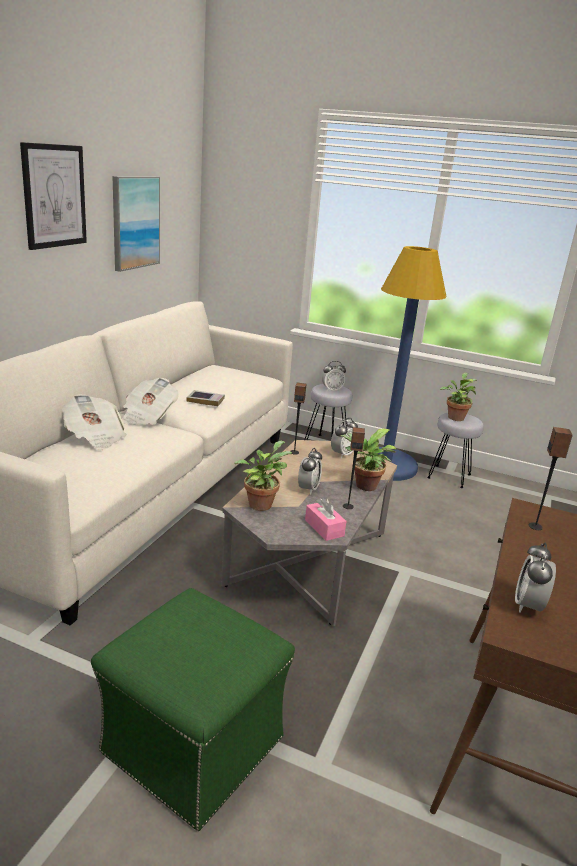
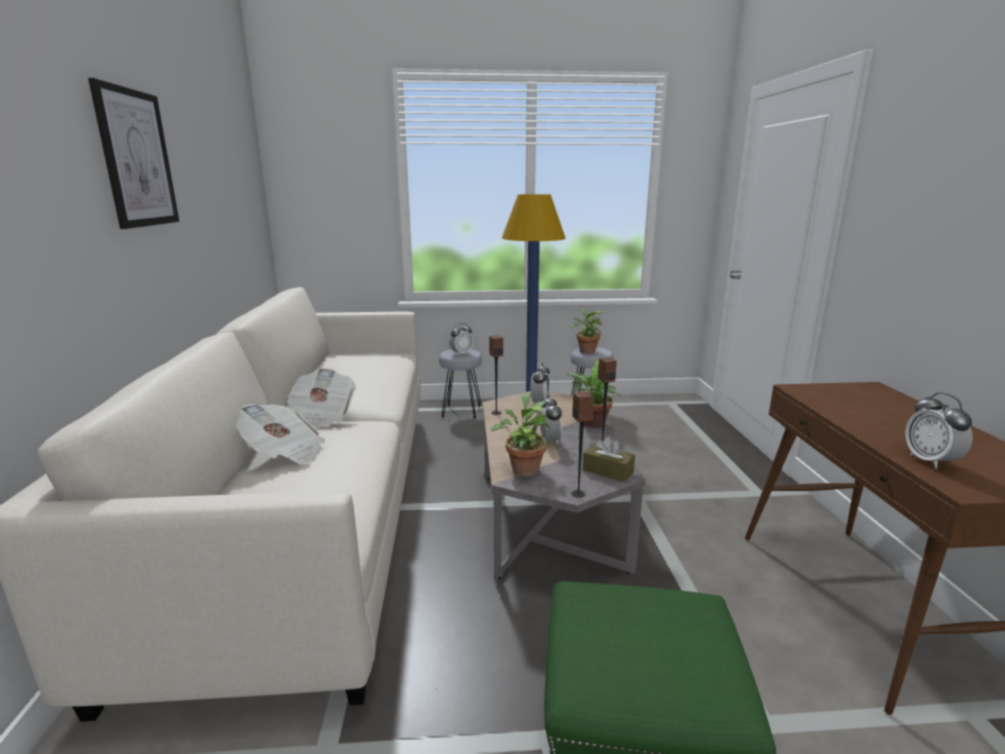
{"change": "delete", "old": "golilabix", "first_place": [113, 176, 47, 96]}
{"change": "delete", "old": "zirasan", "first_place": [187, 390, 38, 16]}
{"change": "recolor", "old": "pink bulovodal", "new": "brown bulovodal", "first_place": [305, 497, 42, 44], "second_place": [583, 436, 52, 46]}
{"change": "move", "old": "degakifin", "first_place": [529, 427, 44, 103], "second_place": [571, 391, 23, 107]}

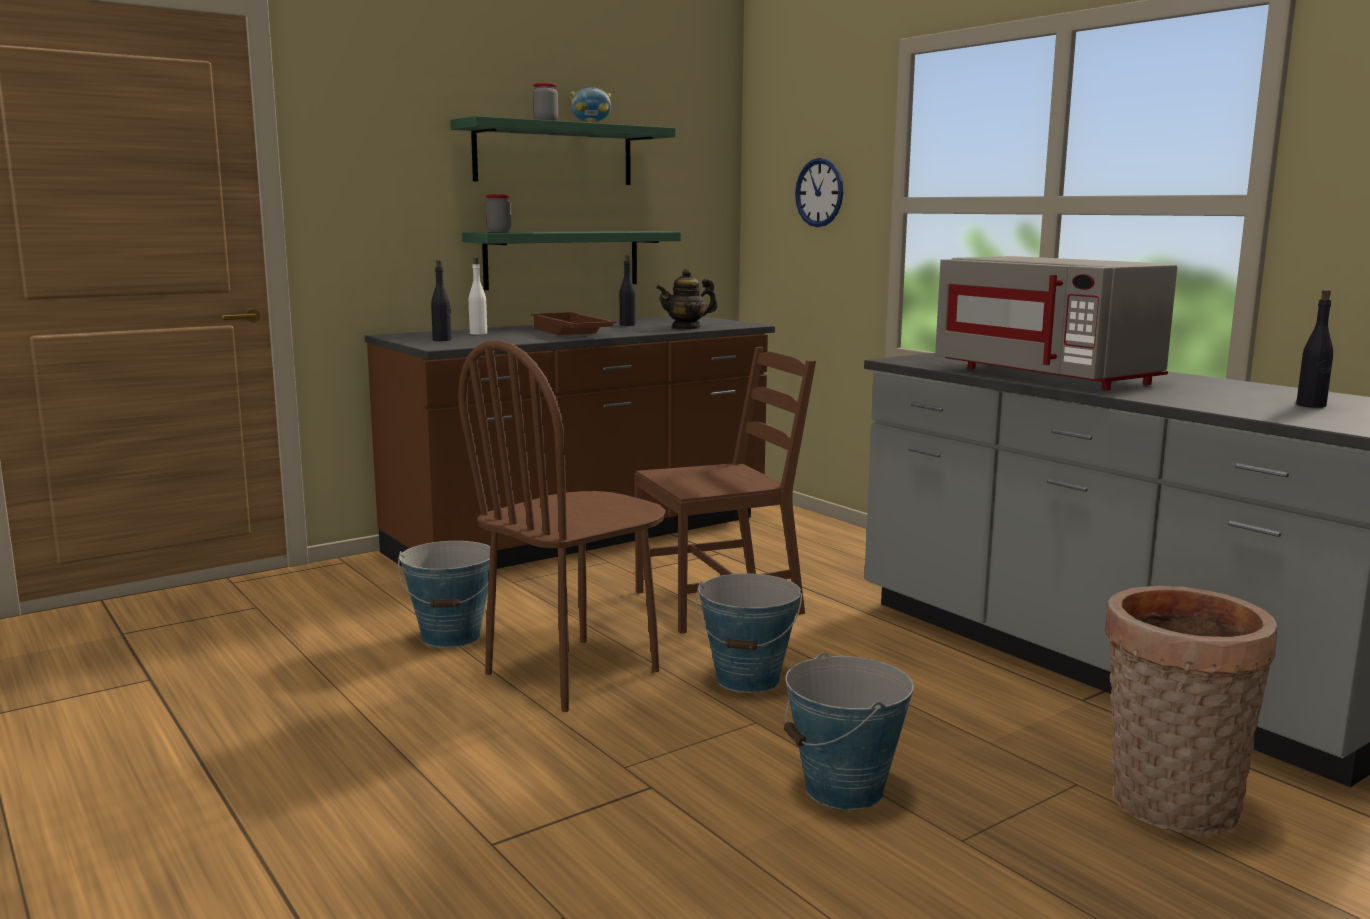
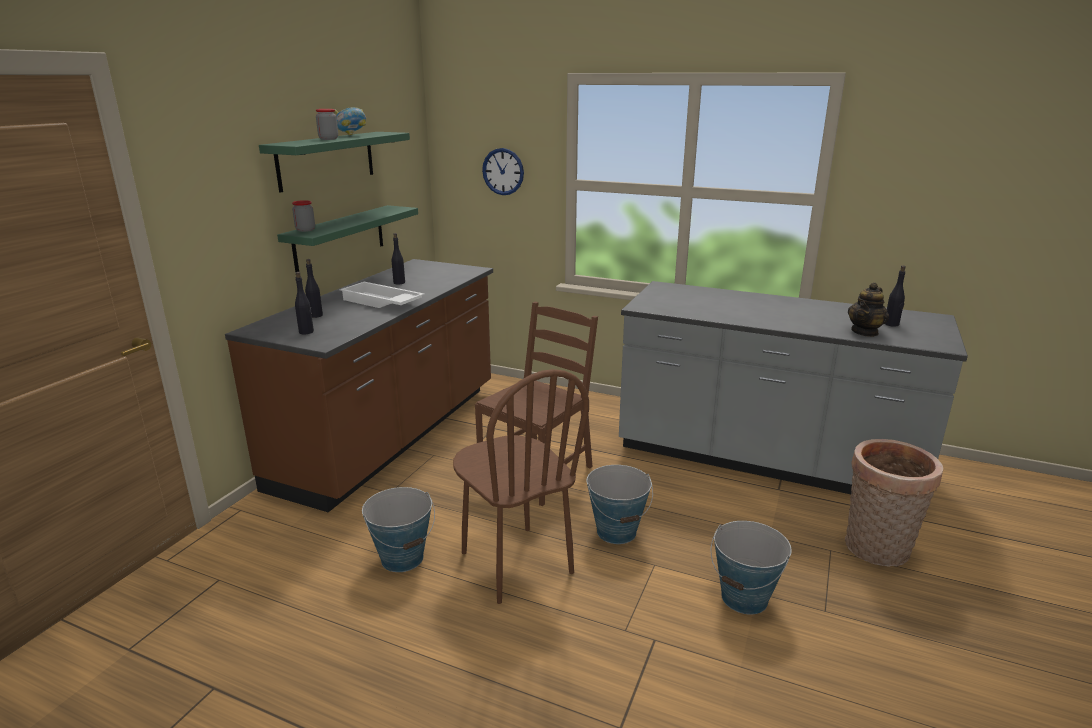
{"change": "rotate", "old": "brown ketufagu", "first_place": [458, 340, 208, 372], "second_place": [453, 369, 136, 235], "degrees": -45}
{"change": "recolor", "old": "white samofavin", "new": "black samofavin", "first_place": [469, 258, 18, 77], "second_place": [305, 259, 18, 59]}
{"change": "recolor", "old": "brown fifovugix", "new": "white fifovugix", "first_place": [531, 312, 85, 23], "second_place": [340, 282, 85, 26]}
{"change": "move", "old": "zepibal", "first_place": [656, 268, 62, 62], "second_place": [848, 282, 41, 55]}
{"change": "delete", "old": "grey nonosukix", "first_place": [935, 256, 242, 134]}

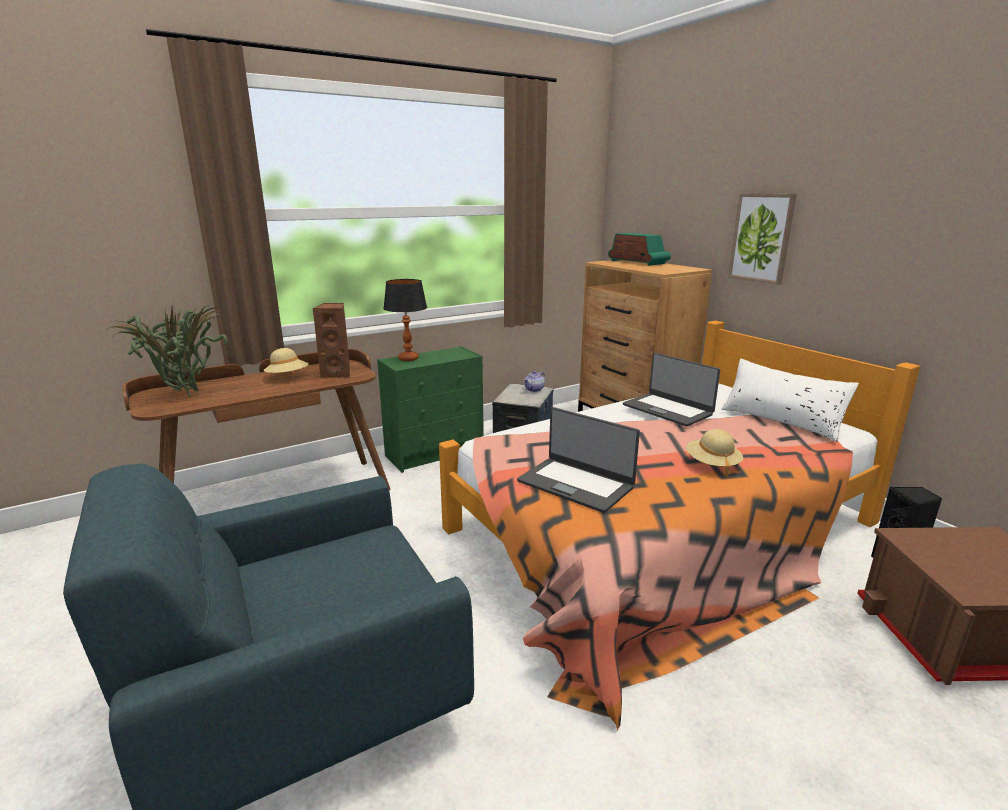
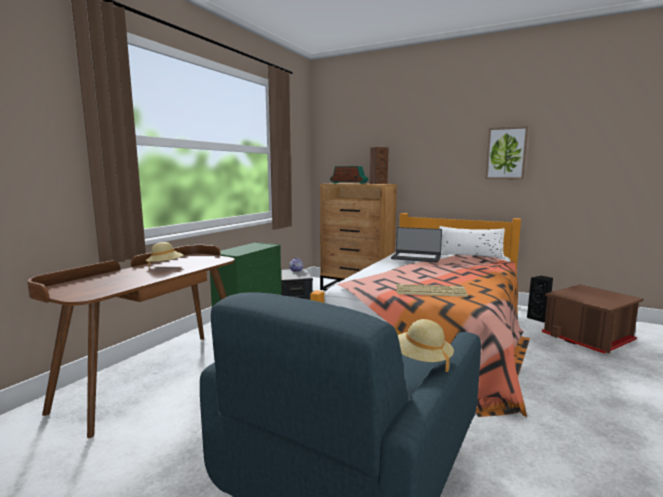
{"change": "delete", "old": "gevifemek", "first_place": [105, 305, 123, 92]}
{"change": "move", "old": "brown degakifin", "first_place": [313, 303, 37, 76], "second_place": [370, 147, 19, 37]}
{"change": "delete", "old": "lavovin", "first_place": [383, 279, 44, 82]}
{"change": "replace", "old": "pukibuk", "new": "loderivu", "first_place": [517, 407, 123, 106], "second_place": [397, 284, 71, 13]}
{"change": "move", "old": "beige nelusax", "first_place": [686, 429, 57, 48], "second_place": [398, 319, 56, 53]}
{"change": "move", "old": "golilabix", "first_place": [728, 193, 69, 92], "second_place": [485, 126, 43, 53]}

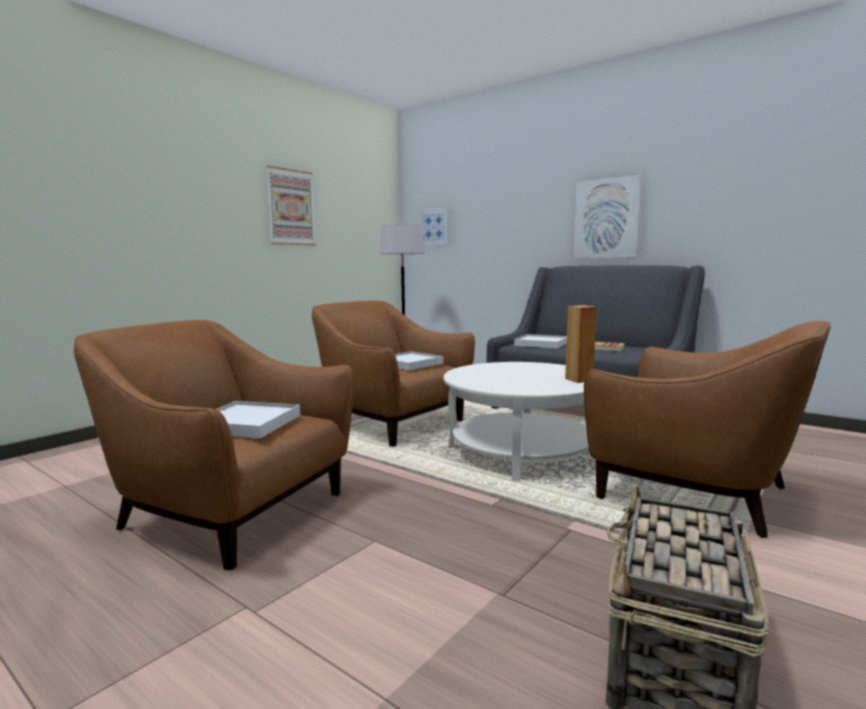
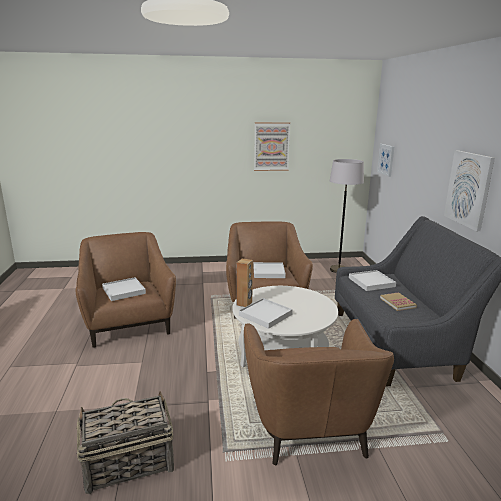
{"change": "move", "old": "brown degakifin", "first_place": [565, 305, 32, 78], "second_place": [237, 259, 16, 48]}
{"change": "insert", "new": "white fifovugix", "second_place": [239, 298, 54, 31]}

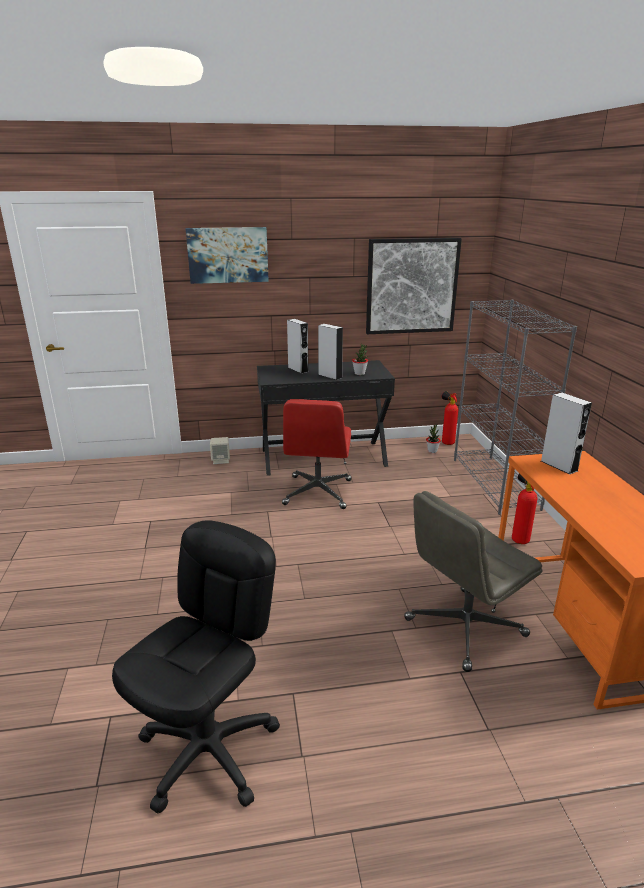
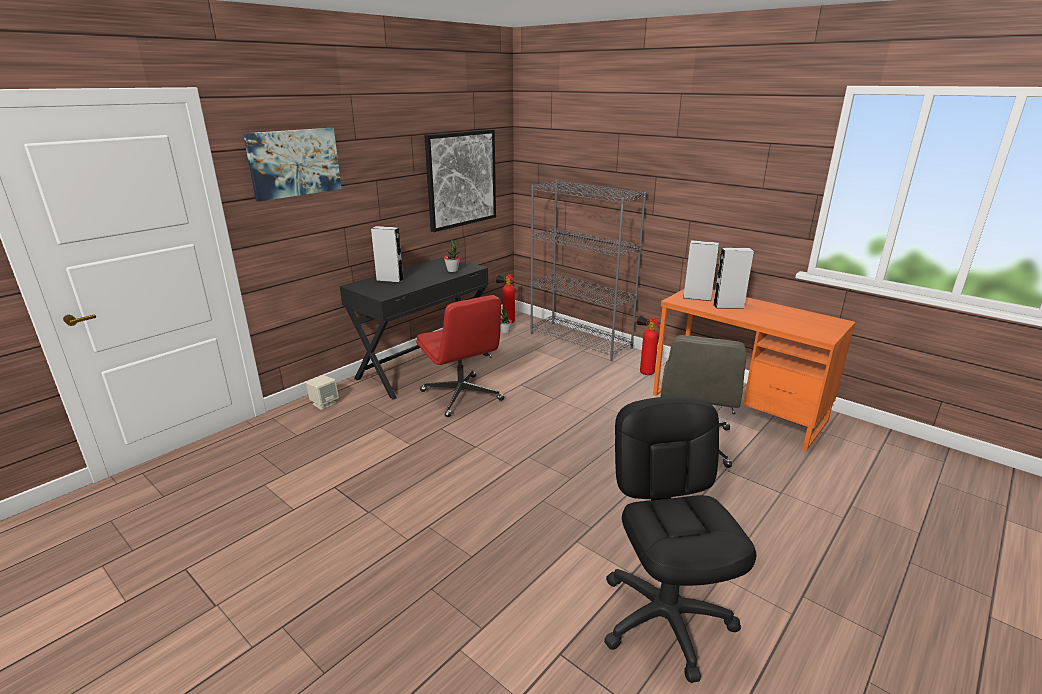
{"change": "move", "old": "grey degakifin", "first_place": [318, 324, 25, 56], "second_place": [713, 248, 41, 61]}

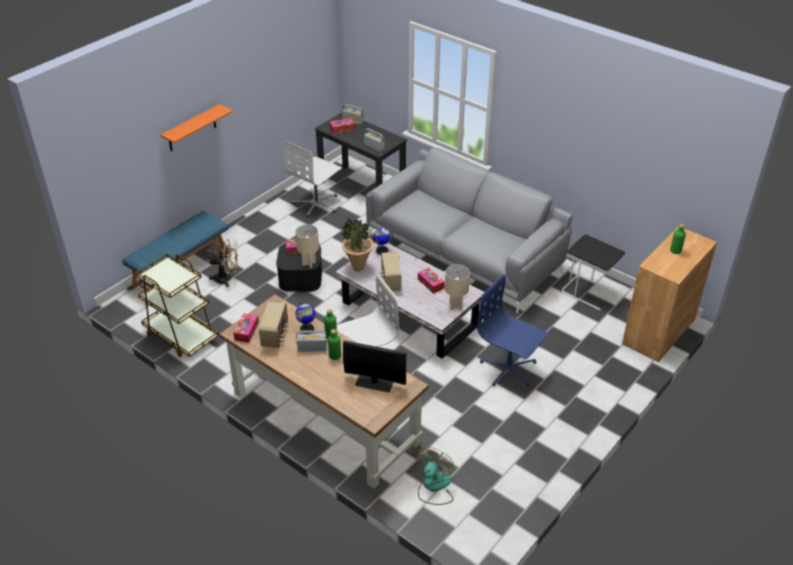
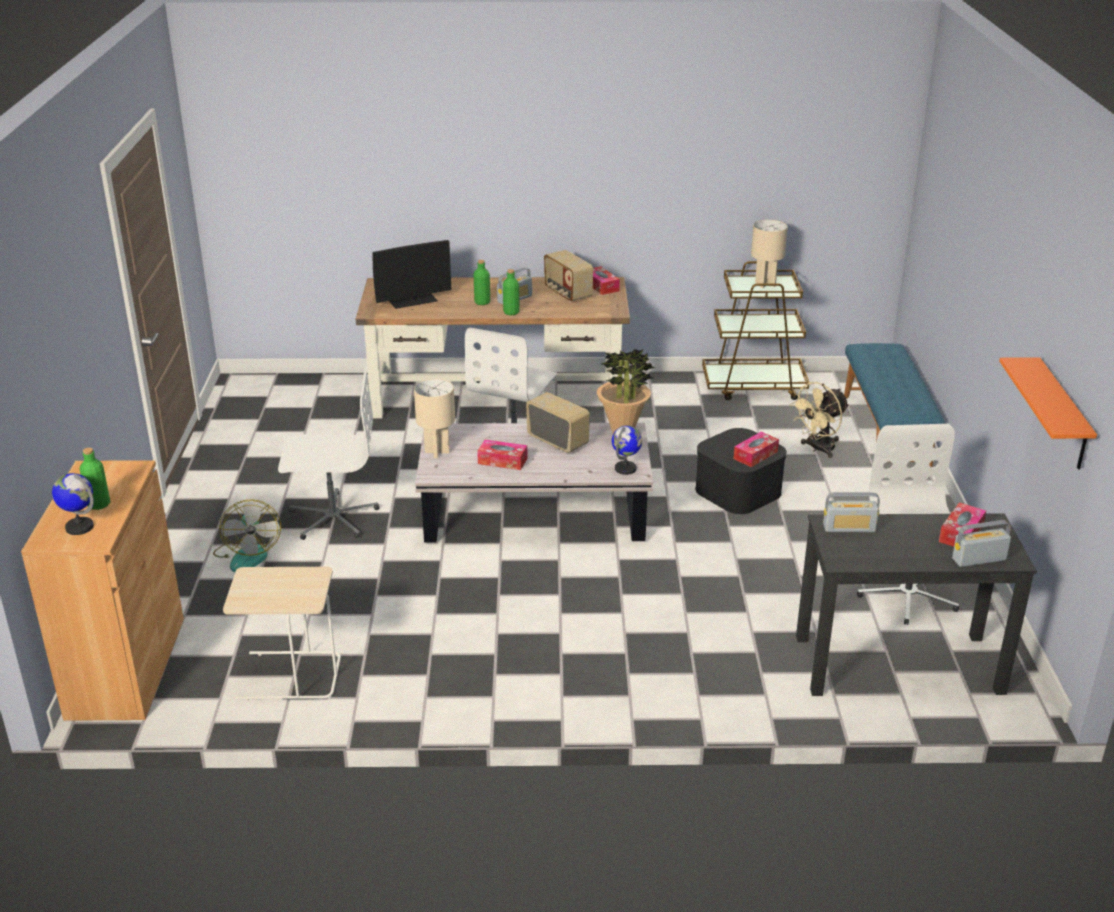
{"change": "move", "old": "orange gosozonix", "first_place": [160, 104, 73, 47], "second_place": [999, 357, 98, 112]}
{"change": "move", "old": "beige lavovin", "first_place": [295, 224, 24, 44], "second_place": [751, 220, 37, 68]}
{"change": "move", "old": "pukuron", "first_place": [295, 301, 21, 33], "second_place": [52, 473, 42, 62]}
{"change": "delete", "old": "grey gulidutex", "first_place": [366, 148, 207, 165]}
{"change": "move", "old": "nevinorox", "first_place": [417, 447, 37, 58], "second_place": [213, 499, 68, 73]}
{"change": "recolor", "old": "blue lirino", "new": "white lirino", "first_place": [477, 275, 70, 112], "second_place": [278, 366, 101, 174]}
{"change": "recolor", "old": "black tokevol", "new": "beige tokevol", "first_place": [562, 235, 63, 75], "second_place": [223, 567, 118, 134]}

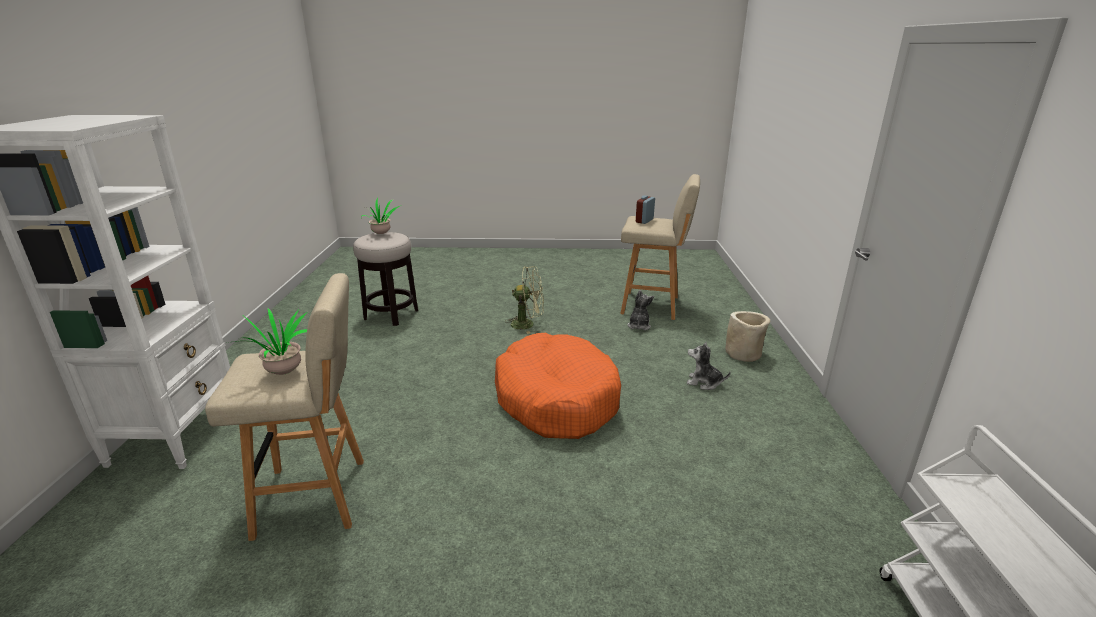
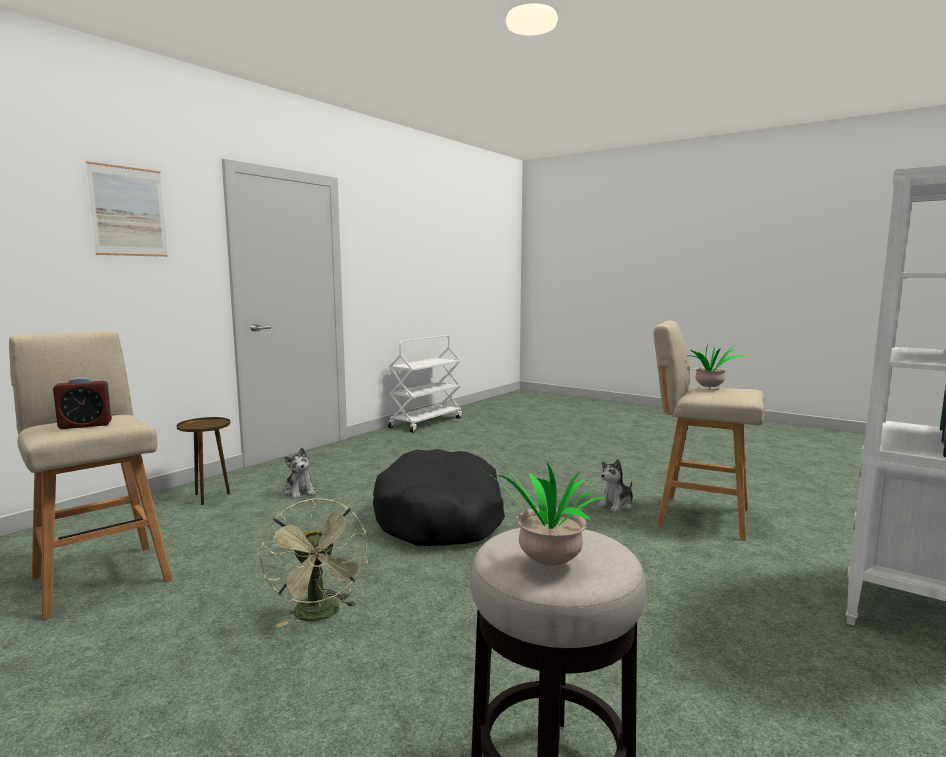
{"change": "recolor", "old": "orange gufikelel", "new": "black gufikelel", "first_place": [495, 333, 126, 106], "second_place": [373, 449, 132, 97]}
{"change": "rotate", "old": "green nevinorox", "first_place": [505, 266, 39, 68], "second_place": [260, 498, 108, 129], "degrees": -150}
{"change": "move", "old": "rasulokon", "first_place": [628, 290, 26, 40], "second_place": [597, 459, 36, 53]}
{"change": "replace", "old": "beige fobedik", "new": "brown tokevol", "first_place": [725, 311, 45, 51], "second_place": [176, 417, 54, 88]}
{"change": "insert", "new": "golilabix", "second_place": [86, 161, 82, 96]}

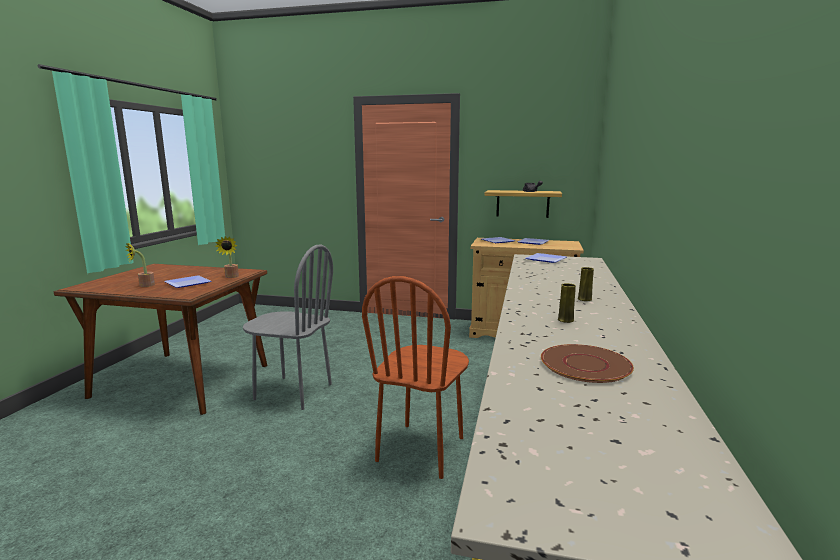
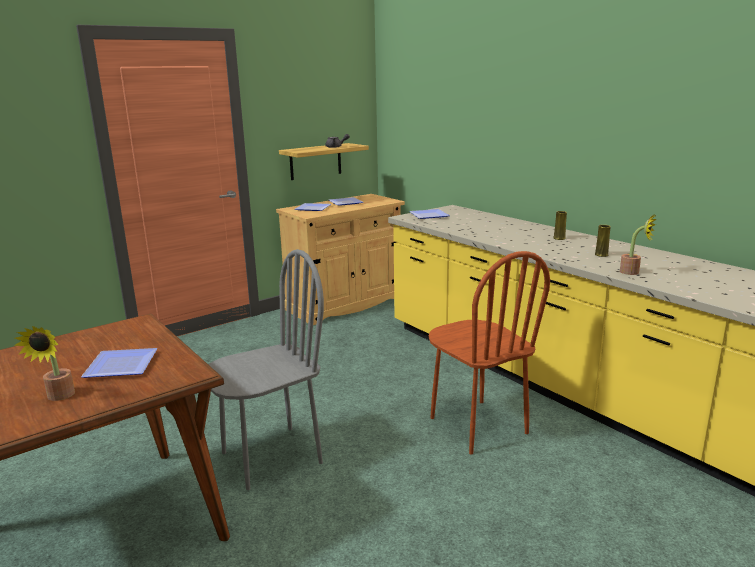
{"change": "move", "old": "gevifemek", "first_place": [215, 236, 24, 42], "second_place": [620, 214, 36, 61]}
{"change": "delete", "old": "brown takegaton", "first_place": [541, 344, 93, 39]}

